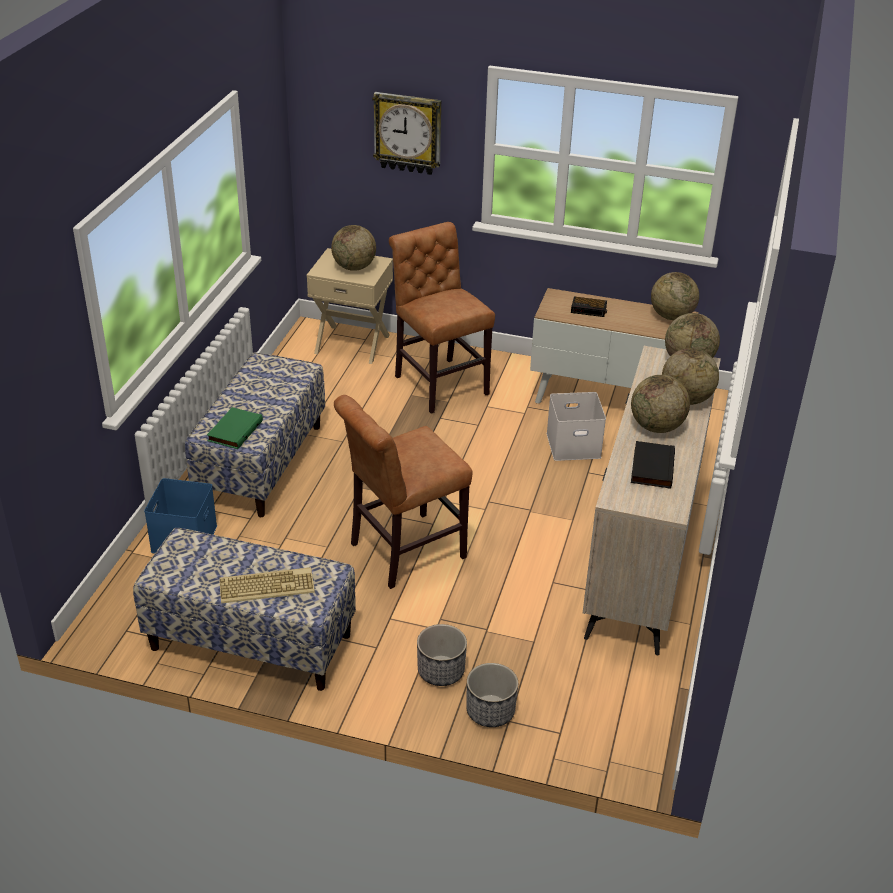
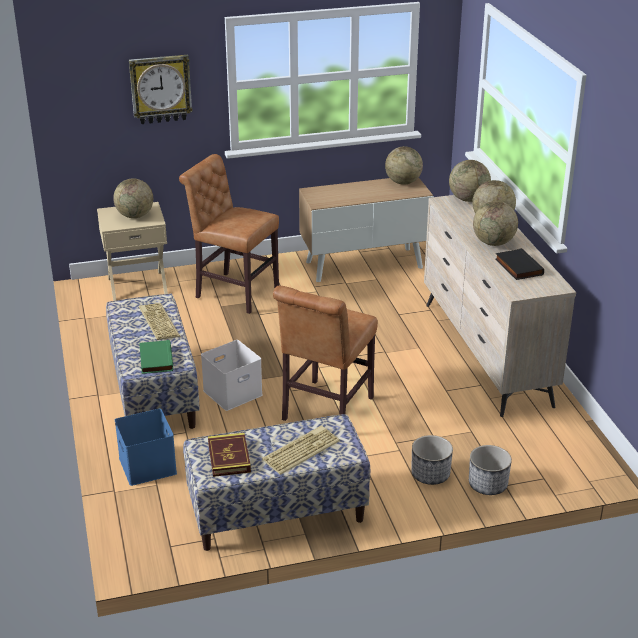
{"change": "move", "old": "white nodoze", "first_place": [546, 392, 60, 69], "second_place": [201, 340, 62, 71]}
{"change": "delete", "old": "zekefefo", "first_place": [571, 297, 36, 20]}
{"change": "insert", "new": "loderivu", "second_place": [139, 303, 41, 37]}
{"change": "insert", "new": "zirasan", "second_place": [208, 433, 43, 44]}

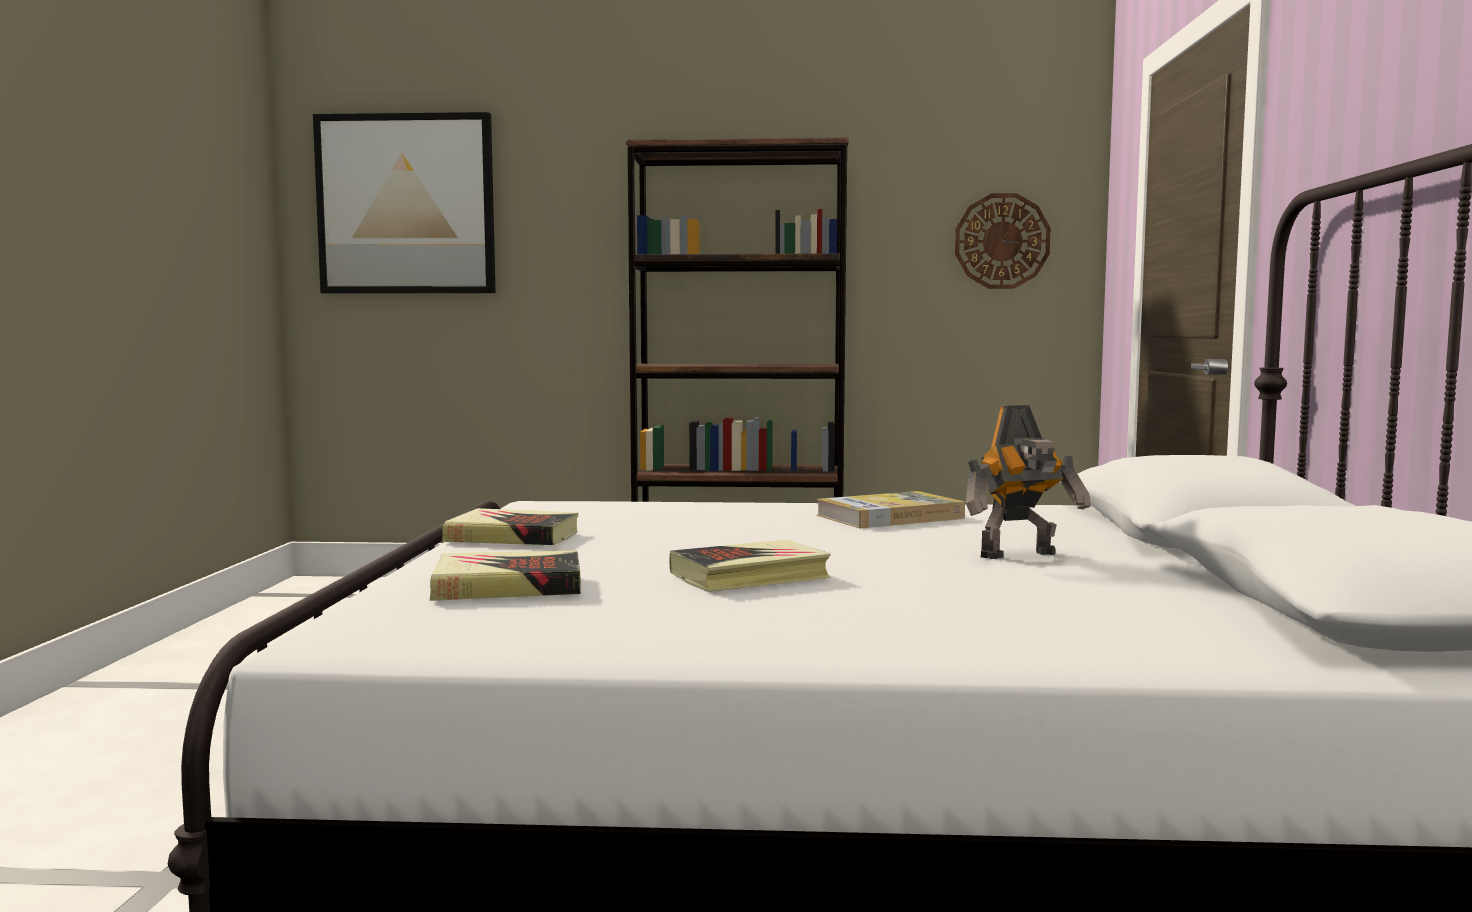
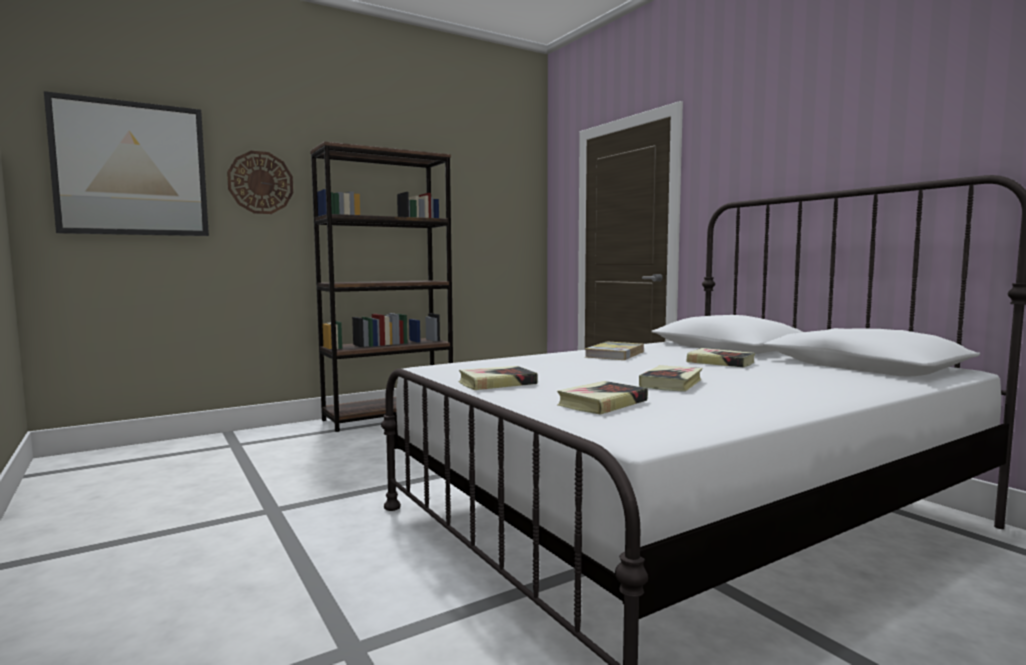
{"change": "move", "old": "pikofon", "first_place": [955, 193, 96, 96], "second_place": [227, 151, 66, 63]}
{"change": "replace", "old": "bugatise", "new": "zirasan", "first_place": [966, 405, 125, 154], "second_place": [686, 348, 69, 19]}

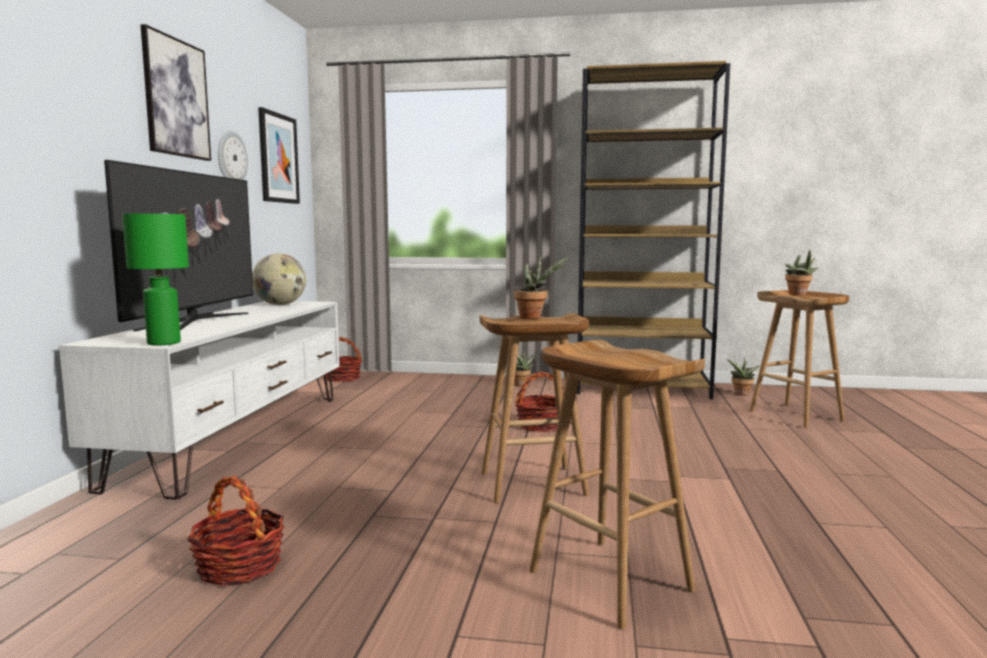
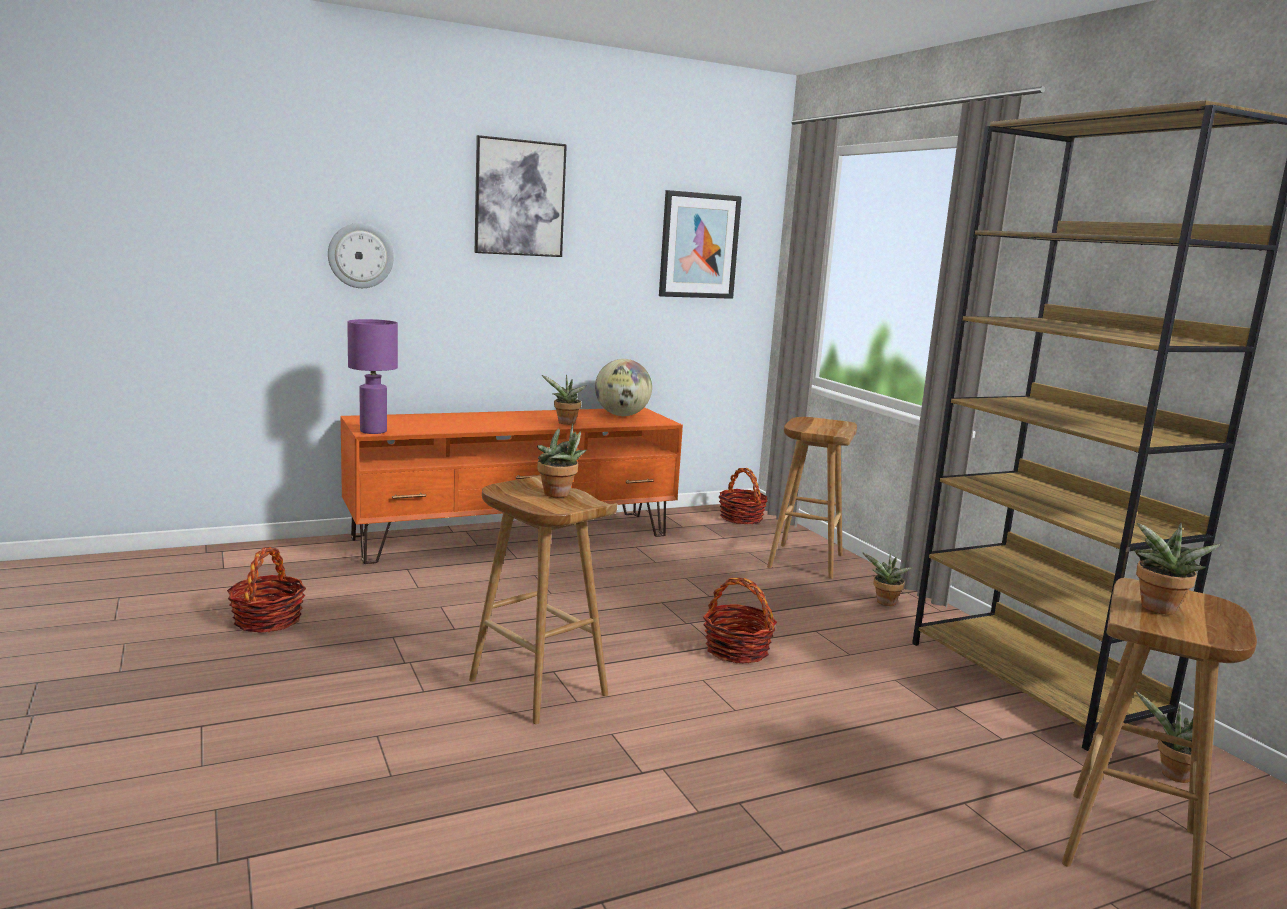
{"change": "recolor", "old": "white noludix", "new": "orange noludix", "first_place": [59, 301, 281, 198], "second_place": [341, 408, 342, 156]}
{"change": "delete", "old": "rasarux", "first_place": [104, 160, 149, 171]}
{"change": "recolor", "old": "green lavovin", "new": "purple lavovin", "first_place": [122, 214, 67, 131], "second_place": [347, 319, 51, 115]}
{"change": "move", "old": "pikofon", "first_place": [218, 131, 30, 49], "second_place": [328, 223, 66, 65]}
{"change": "move", "old": "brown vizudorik", "first_place": [529, 340, 176, 290], "second_place": [767, 417, 90, 162]}
{"change": "insert", "new": "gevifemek", "second_place": [542, 375, 45, 50]}

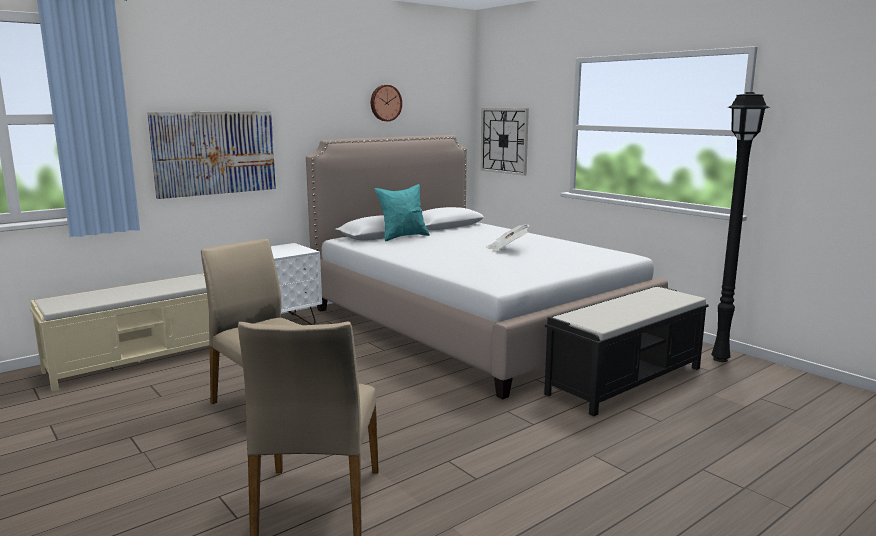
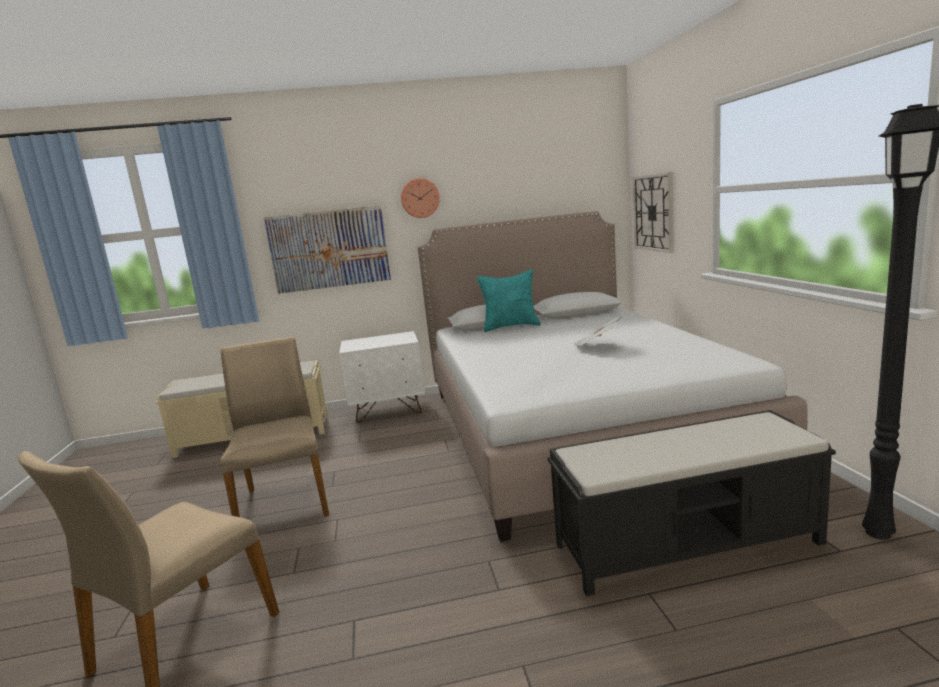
{"change": "move", "old": "pikofon", "first_place": [371, 85, 31, 36], "second_place": [401, 178, 39, 40]}

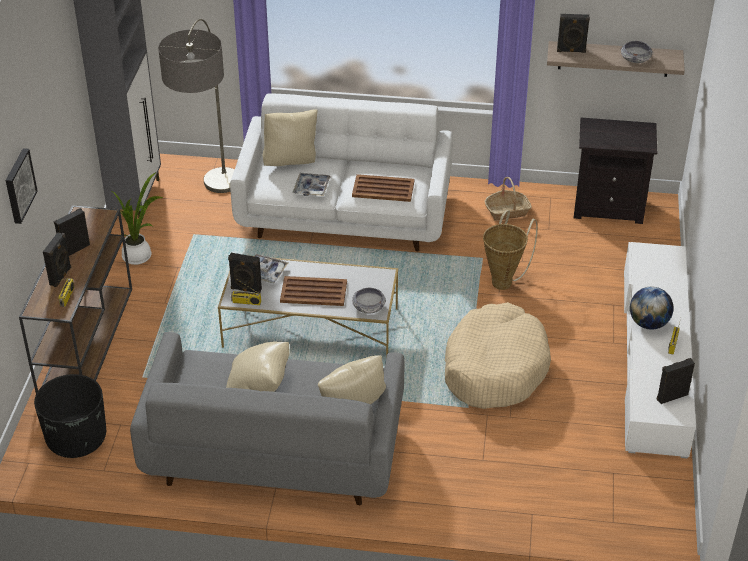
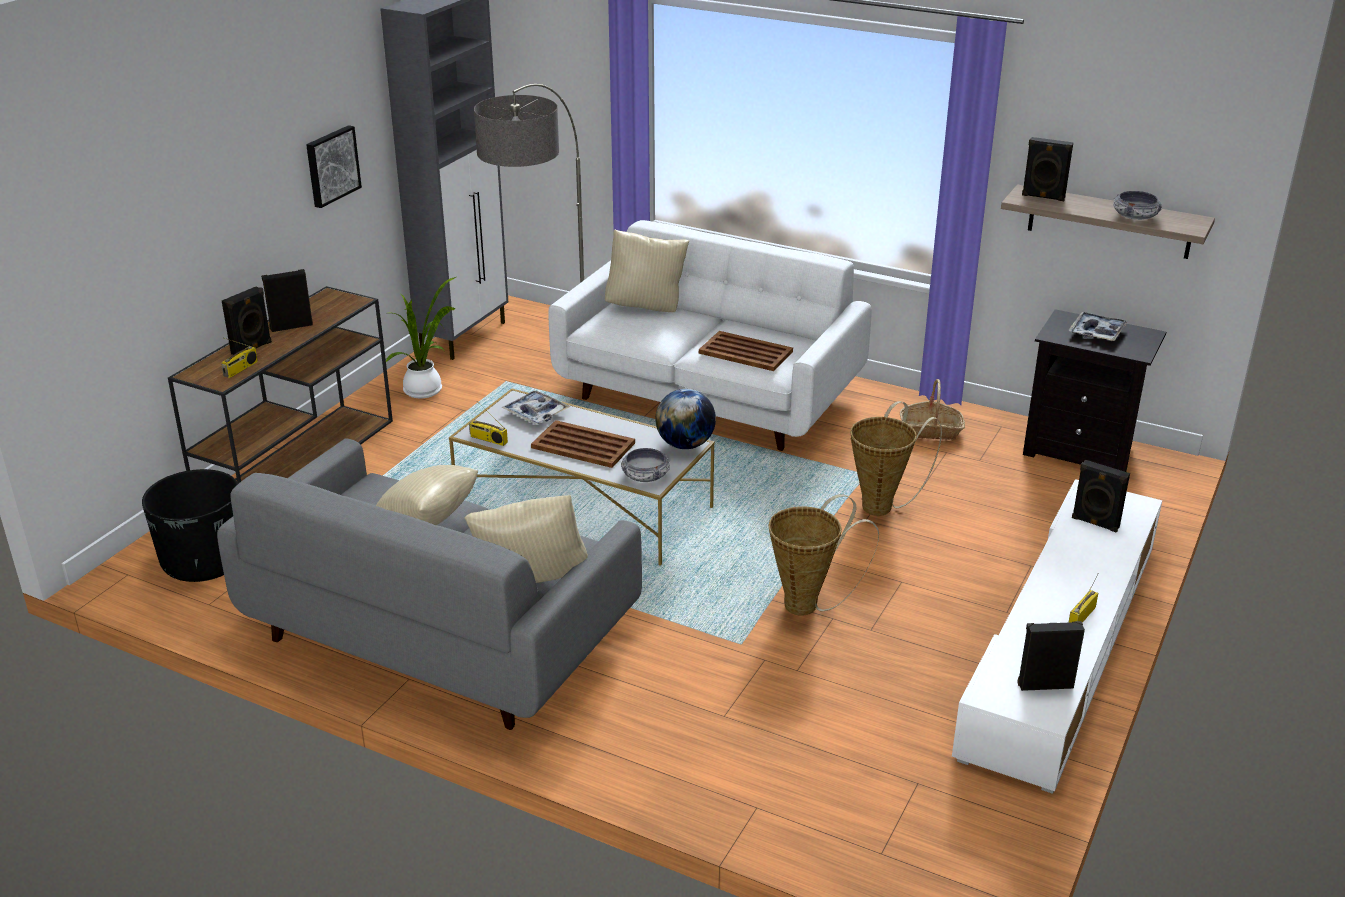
{"change": "move", "old": "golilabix", "first_place": [5, 148, 33, 76], "second_place": [306, 125, 56, 83]}
{"change": "move", "old": "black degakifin", "first_place": [228, 253, 34, 40], "second_place": [1072, 460, 58, 73]}
{"change": "move", "old": "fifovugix", "first_place": [293, 173, 38, 23], "second_place": [1068, 312, 60, 29]}
{"change": "replace", "old": "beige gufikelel", "new": "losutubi", "first_place": [445, 302, 106, 107], "second_place": [768, 494, 111, 122]}
{"change": "move", "old": "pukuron", "first_place": [630, 287, 43, 43], "second_place": [655, 389, 61, 60]}

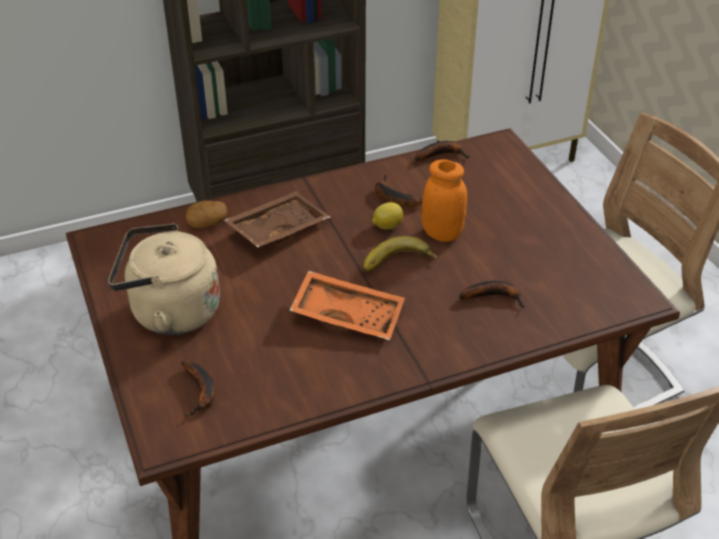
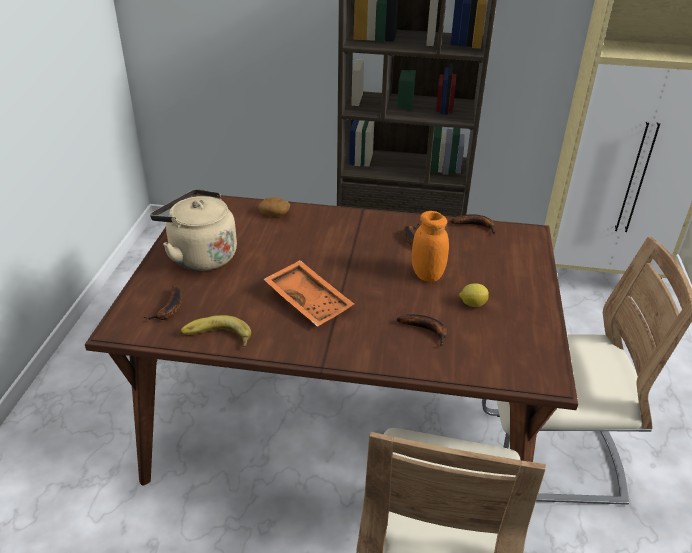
{"change": "delete", "old": "brown fifovugix", "first_place": [224, 191, 107, 56]}
{"change": "move", "old": "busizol", "first_place": [363, 236, 74, 36], "second_place": [180, 315, 71, 33]}
{"change": "move", "old": "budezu", "first_place": [372, 202, 31, 28], "second_place": [459, 284, 30, 23]}

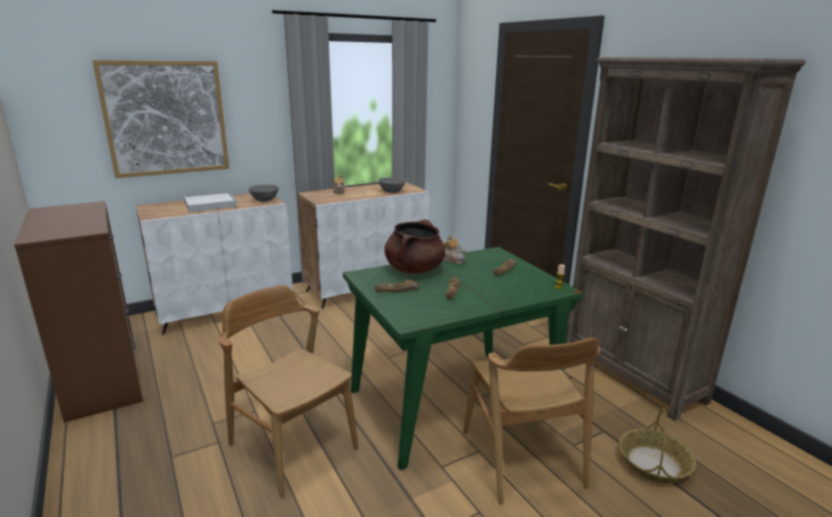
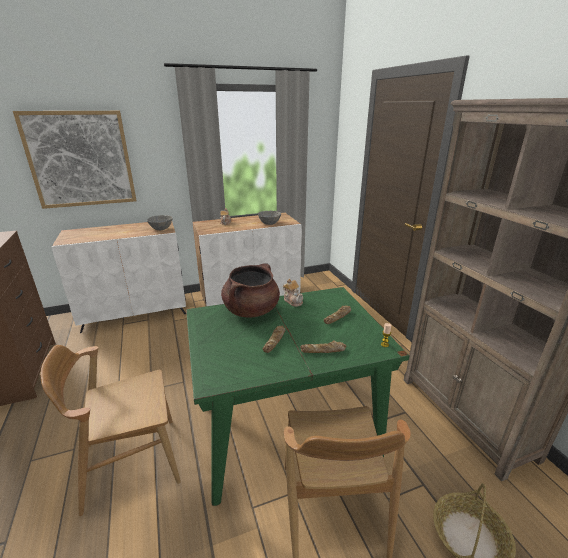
{"change": "delete", "old": "white fifovugix", "first_place": [183, 191, 54, 21]}
{"change": "rotate", "old": "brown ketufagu", "first_place": [219, 285, 139, 213], "second_place": [41, 345, 140, 171], "degrees": -75}
{"change": "move", "old": "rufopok", "first_place": [375, 279, 44, 13], "second_place": [300, 341, 46, 12]}

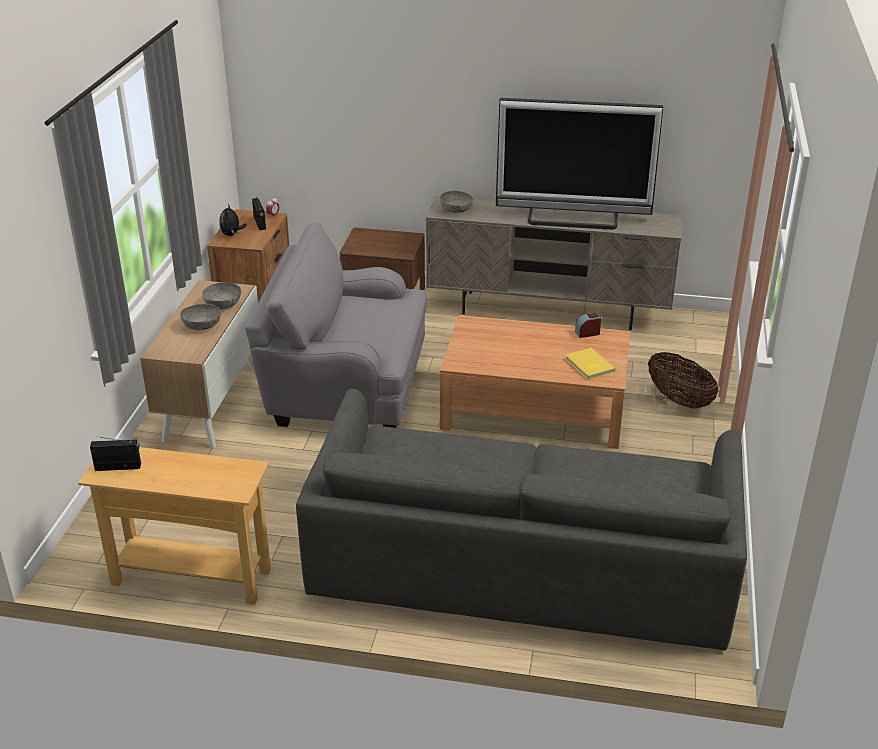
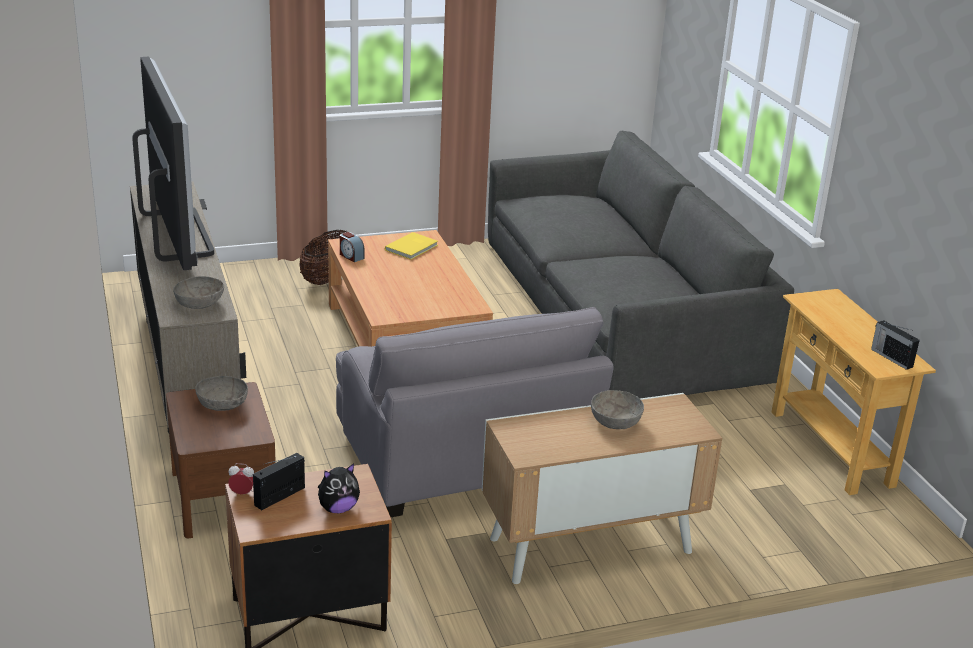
{"change": "move", "old": "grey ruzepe", "first_place": [202, 282, 39, 28], "second_place": [195, 376, 53, 35]}

